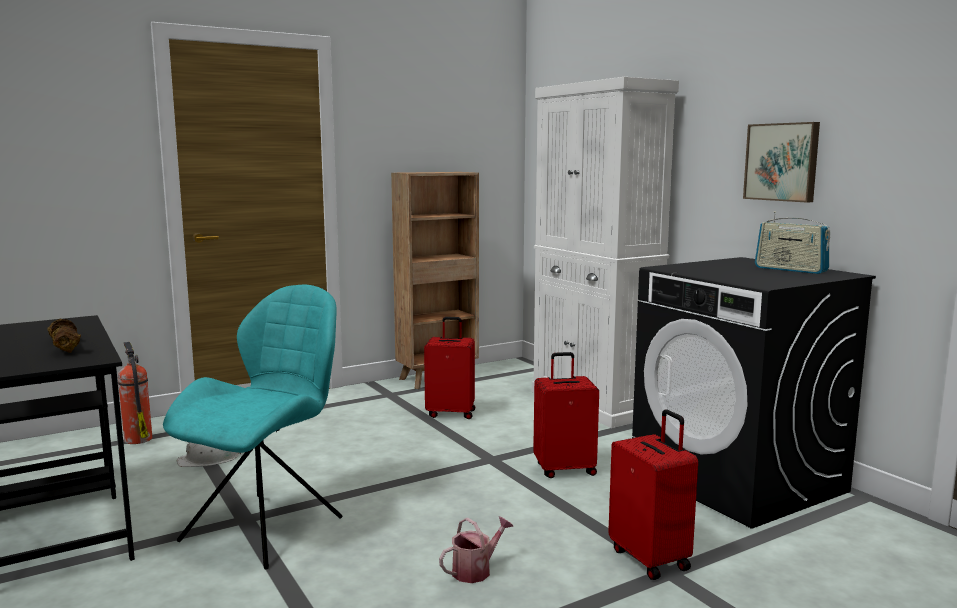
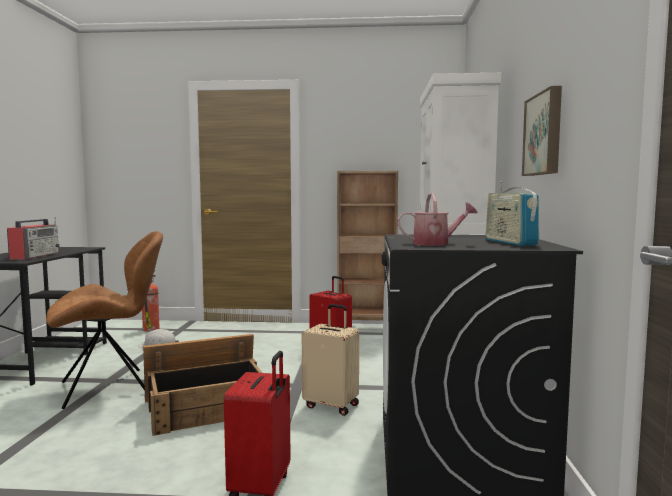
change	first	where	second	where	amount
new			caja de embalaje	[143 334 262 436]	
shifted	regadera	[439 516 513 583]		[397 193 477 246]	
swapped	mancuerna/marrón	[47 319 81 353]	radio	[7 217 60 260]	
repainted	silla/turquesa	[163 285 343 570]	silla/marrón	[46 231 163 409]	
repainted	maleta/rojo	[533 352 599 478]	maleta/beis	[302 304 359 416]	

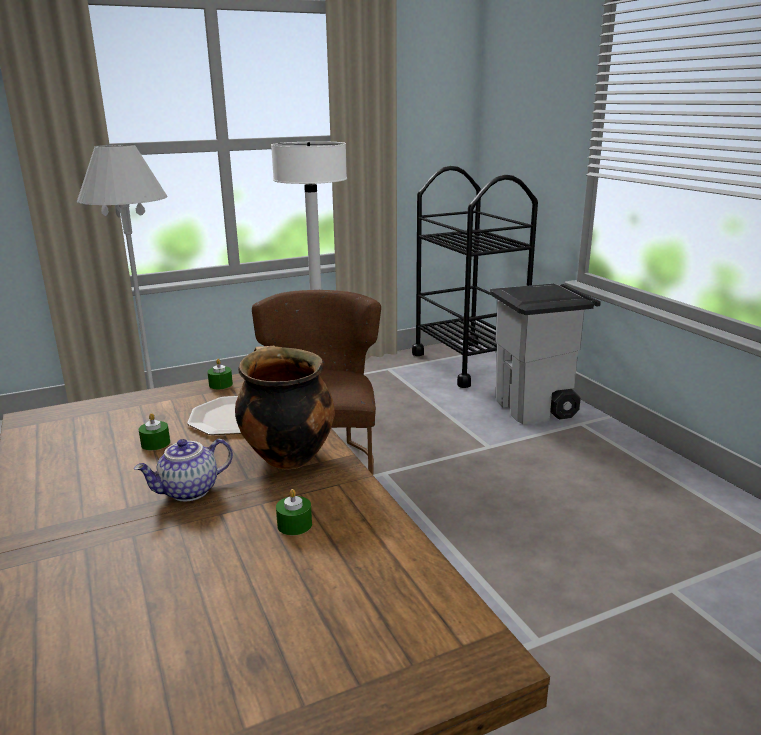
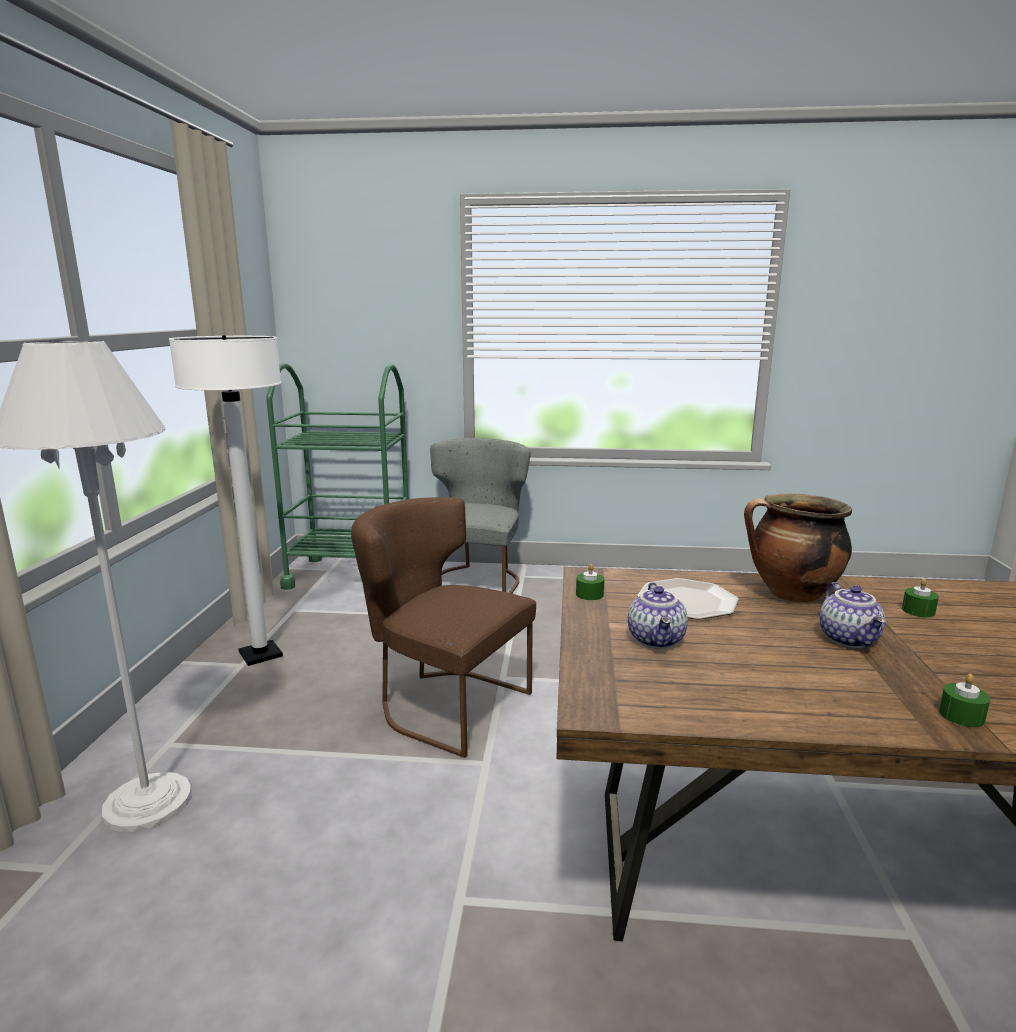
change	first	where	second	where	amount
new			tetera	[628 582 688 649]	
shifted	vela/verde	[139 413 170 450]		[939 674 990 727]	
swapped	papelera/gris	[490 284 601 424]	silla/gris	[430 438 531 594]	
repainted	carrito/negro	[412 166 538 388]	carrito/verde	[266 363 408 590]	

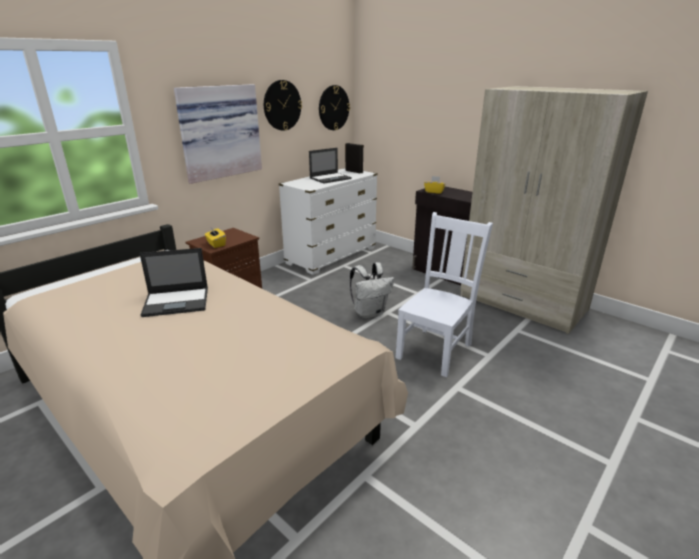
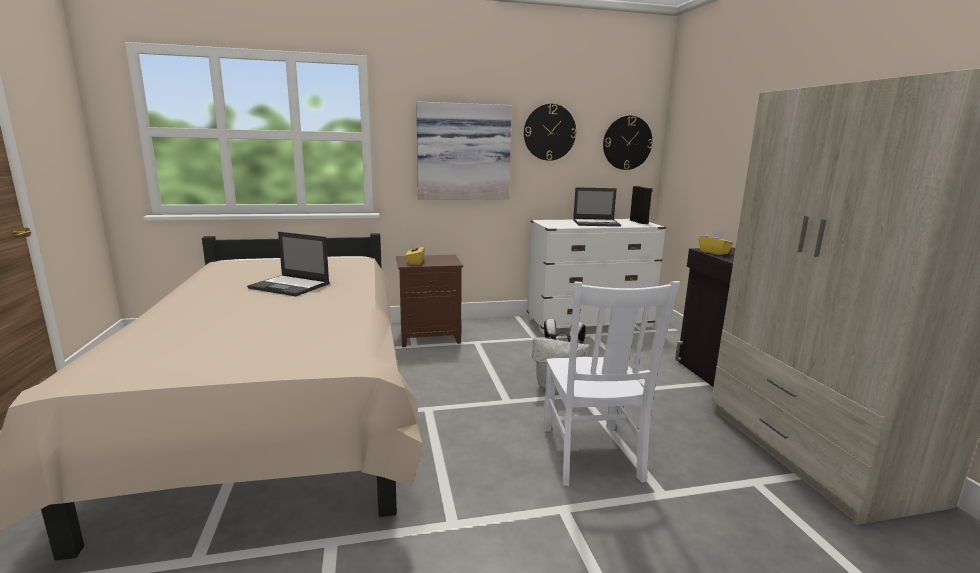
change	first	where	second	where	amount
rotated	silla/blanco	[395 212 493 377]		[542 281 680 486]	105 degrees clockwise

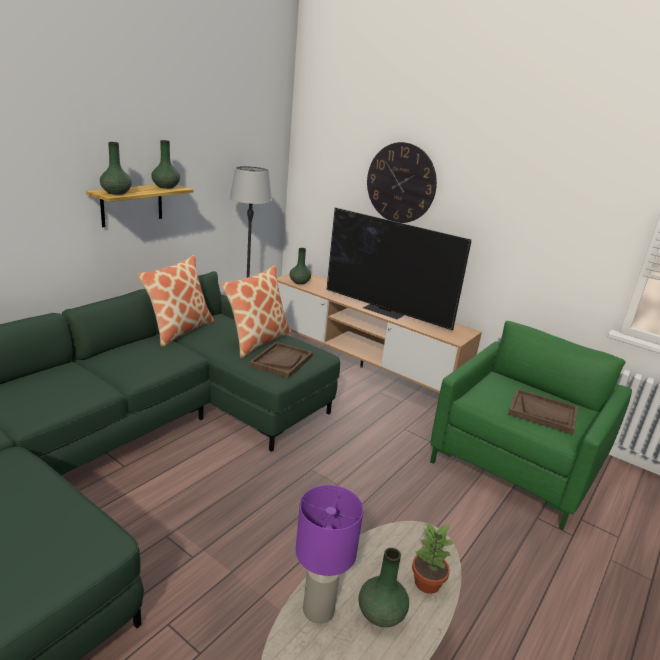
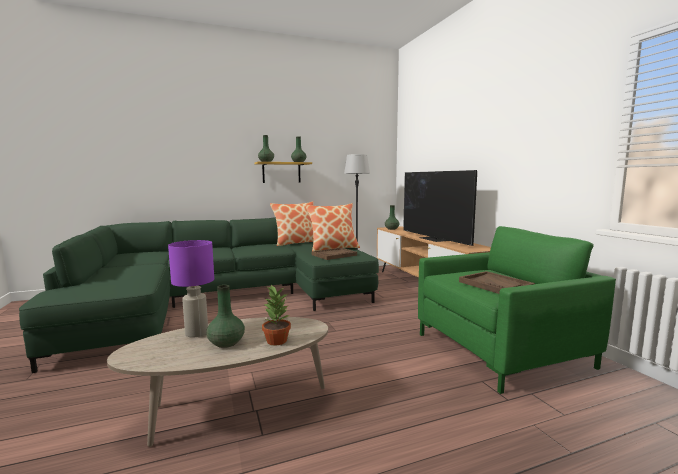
change	first	where	second	where	amount
gone	reloj de pared	[367 142 437 223]			

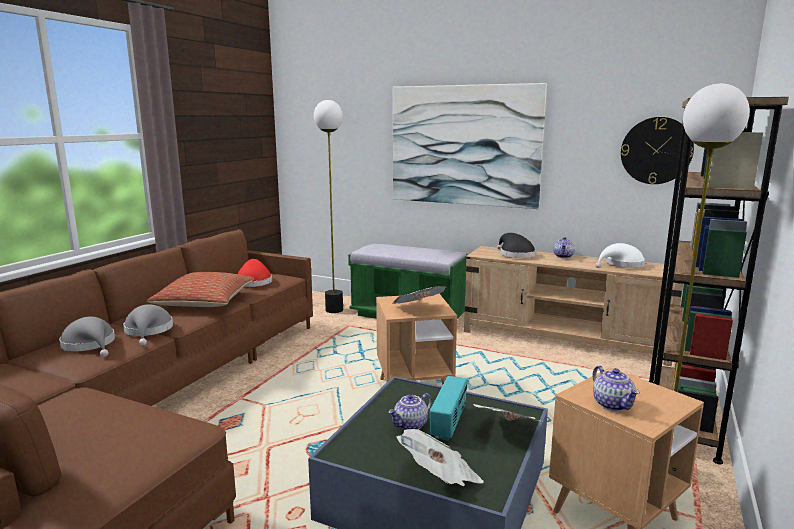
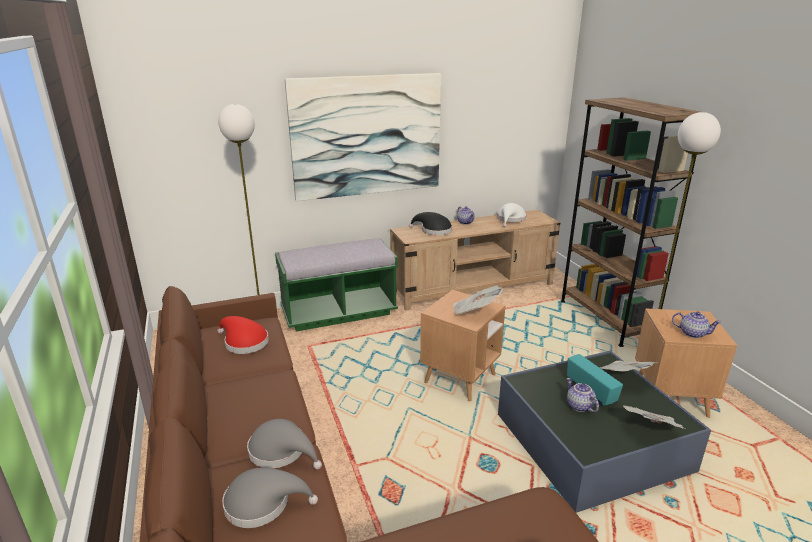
change	first	where	second	where	amount
gone	cojín	[147 272 254 307]			
gone	reloj de pared	[621 117 694 184]			
rotated	tetera	[388 393 432 430]		[567 378 599 413]	150 degrees clockwise

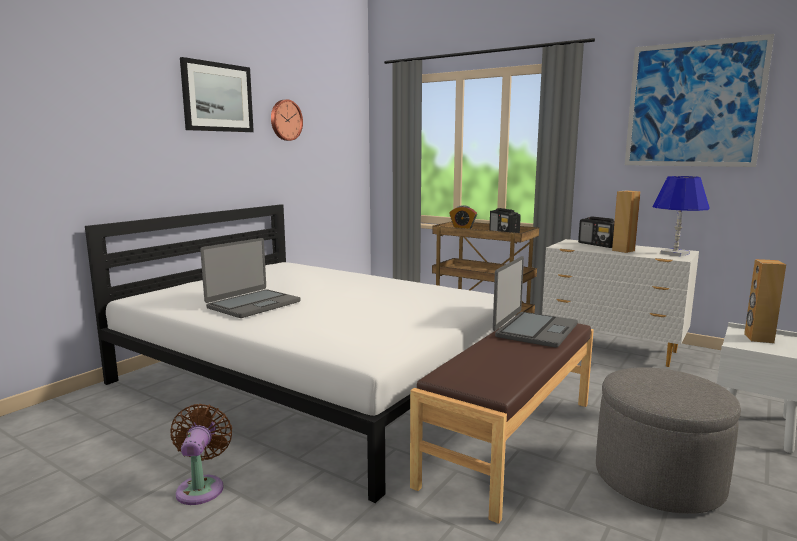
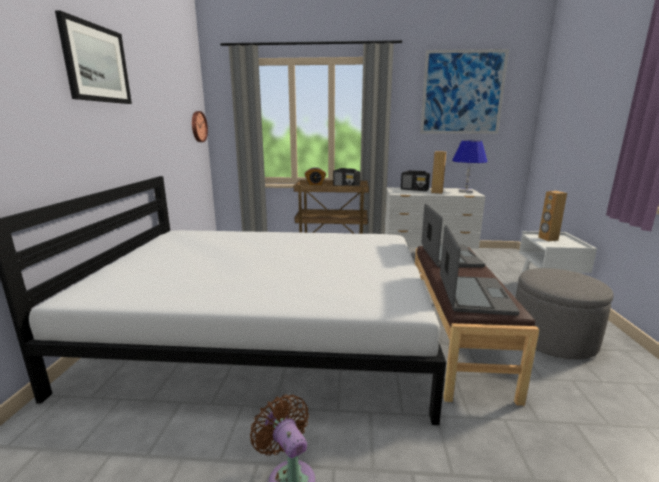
change	first	where	second	where	amount
shifted	portátil	[200 238 301 318]		[440 225 520 316]	
shifted	reloj de pared	[271 100 303 141]		[192 111 208 142]	

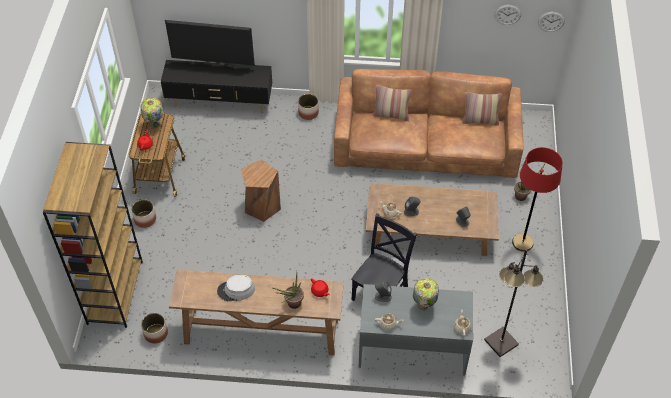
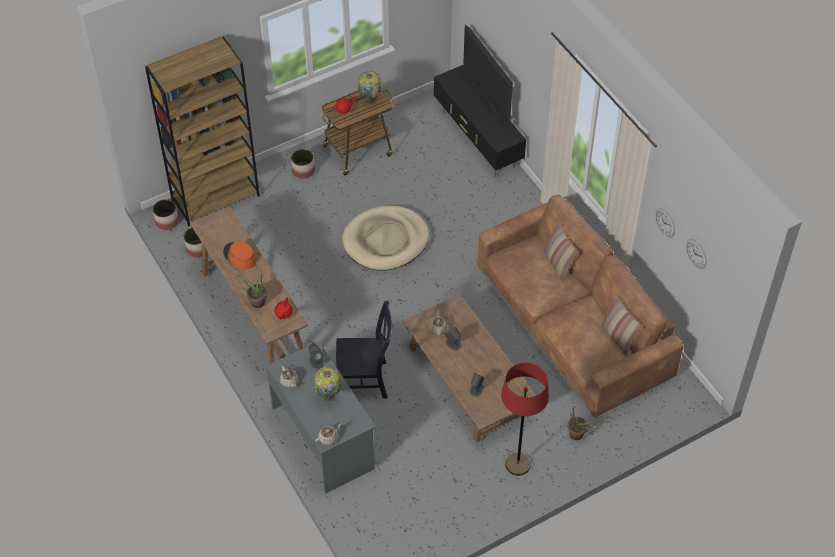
change	first	where	second	where	amount
gone	lámpara de pie/negro	[484 249 544 357]			
shifted	maceta	[298 94 319 120]		[153 200 179 230]	
shifted	reloj de pared	[538 12 565 32]		[655 208 675 238]	
swapped	taburete/marrón	[241 160 281 222]	cama para perro/beis	[342 205 429 271]	
repainted	sombrero/gris	[217 274 255 301]	sombrero/naranja	[223 241 256 270]	

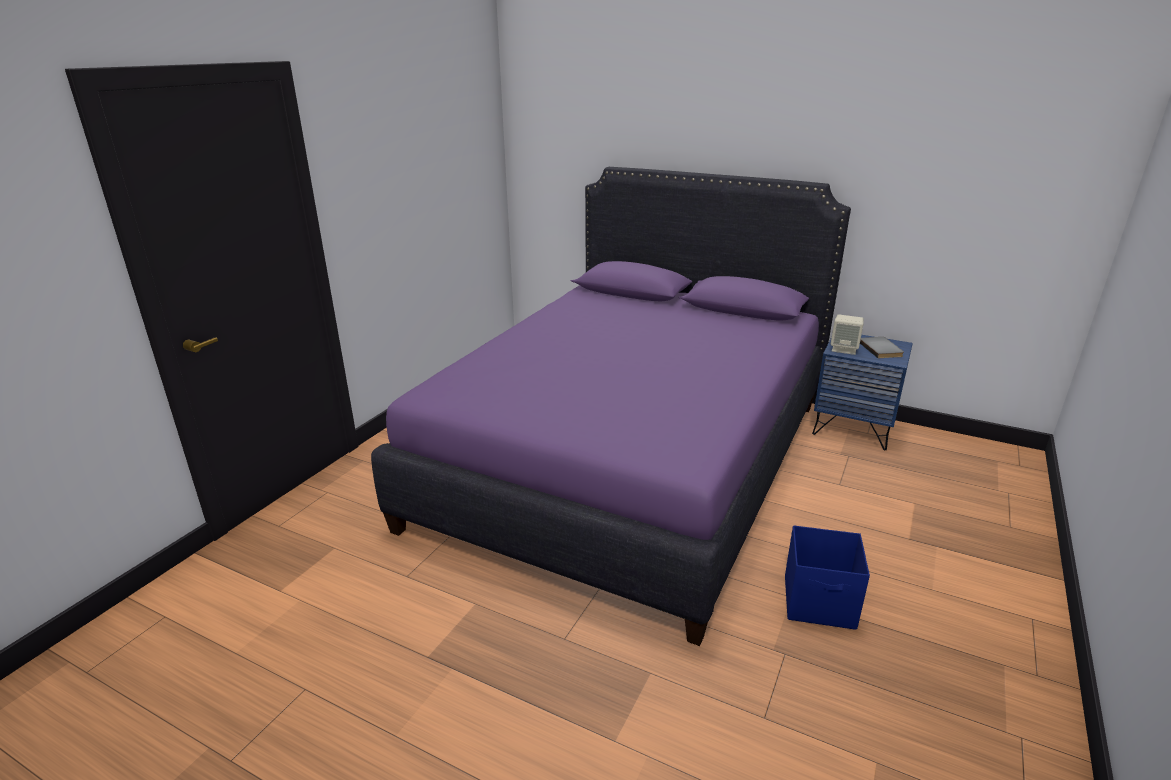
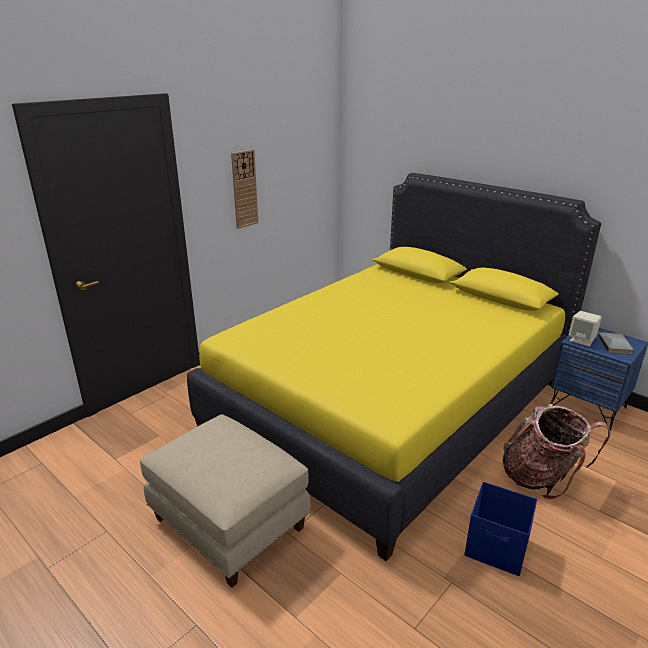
change	first	where	second	where	amount
new			puf/beis	[140 414 311 588]	
new			reloj de pared	[231 149 258 229]	
new			mochila	[503 404 610 499]	
repainted	cama/morado	[371 167 851 646]	cama/amarillo	[187 173 601 561]	

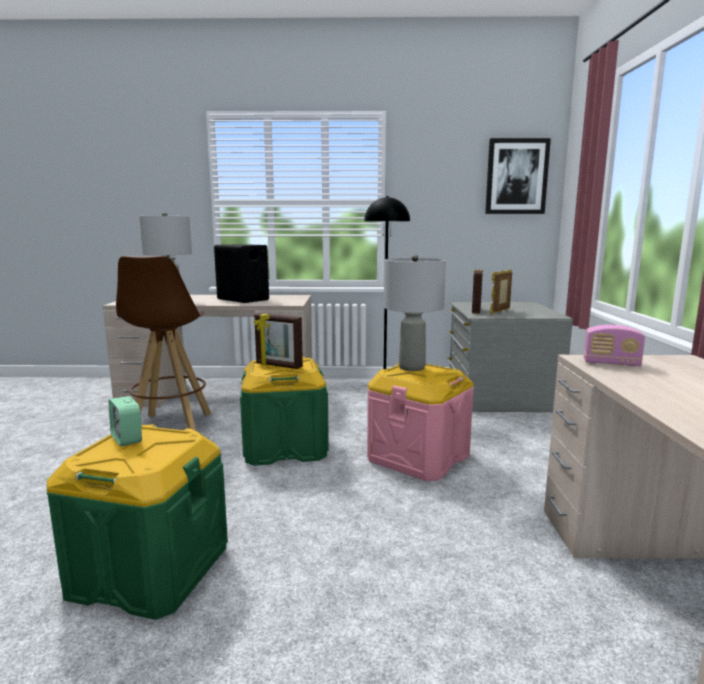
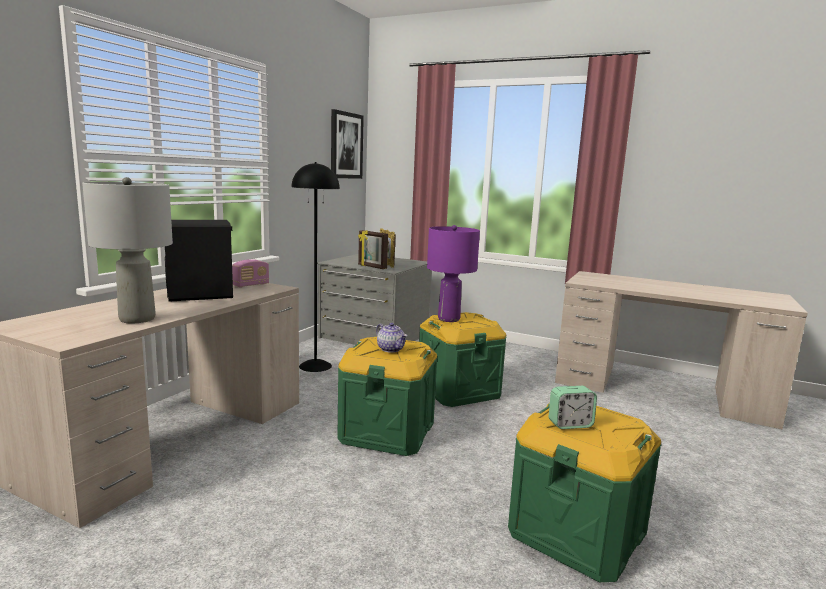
change	first	where	second	where	amount
gone	taburete/marrón	[116 255 211 431]			
shifted	radio	[584 325 645 367]		[232 259 269 287]	
swapped	portarretratos	[254 313 303 369]	tetera	[376 323 407 352]	
repainted	caja de almacenaje/rosa	[367 363 474 481]	caja de almacenaje/verde	[419 312 507 407]	
repainted	lámpara de mesa/gris	[384 255 446 371]	lámpara de mesa/morado	[427 225 480 322]	

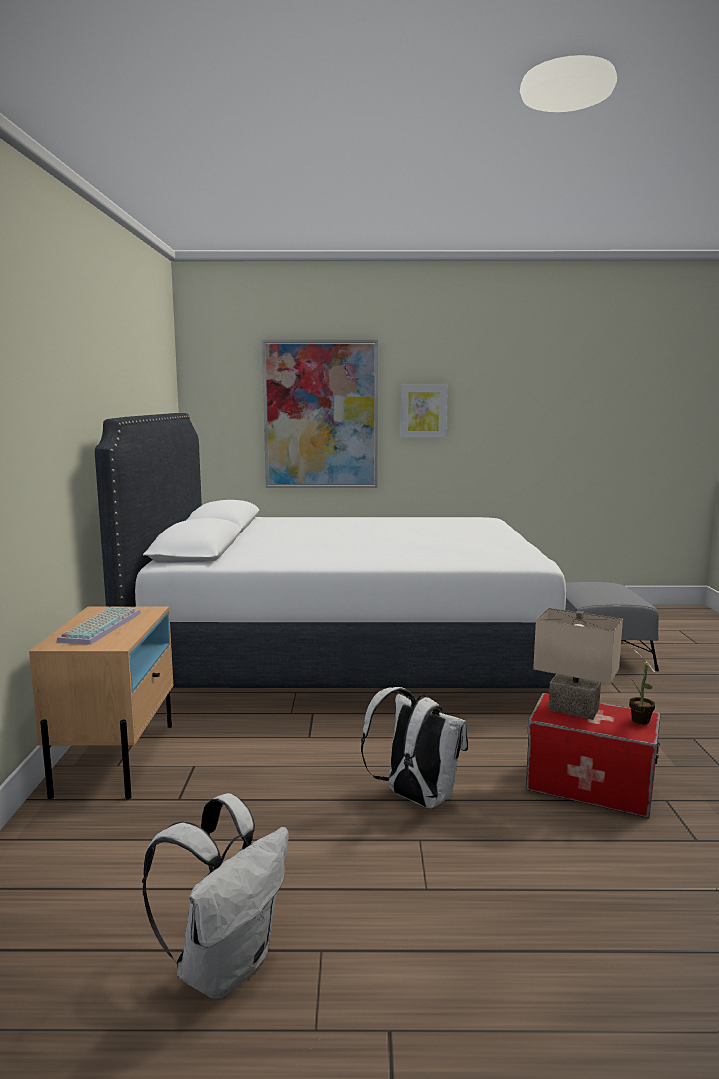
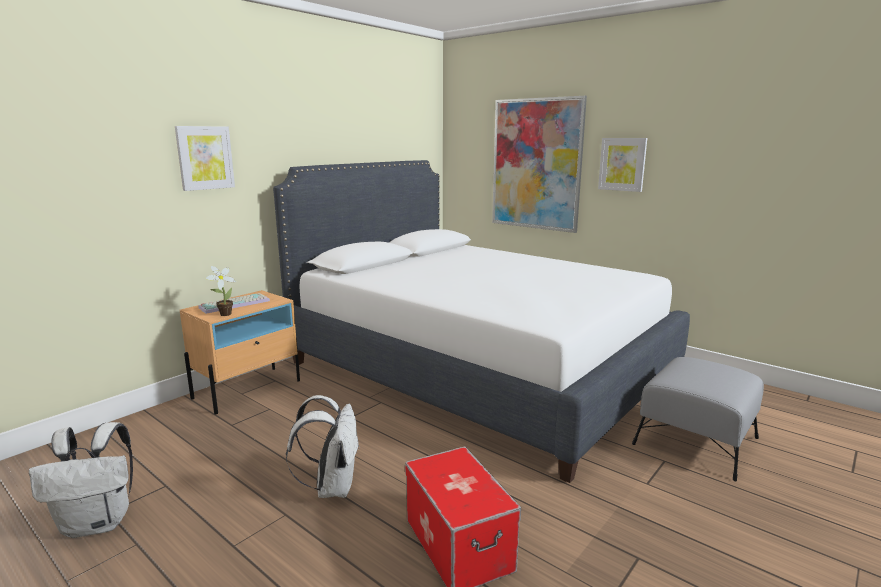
change	first	where	second	where	amount
gone	lámpara de mesa/beis	[533 608 623 720]			
new			cuadro	[175 126 235 191]	
shifted	planta en maceta	[629 648 659 724]		[205 266 236 316]	

